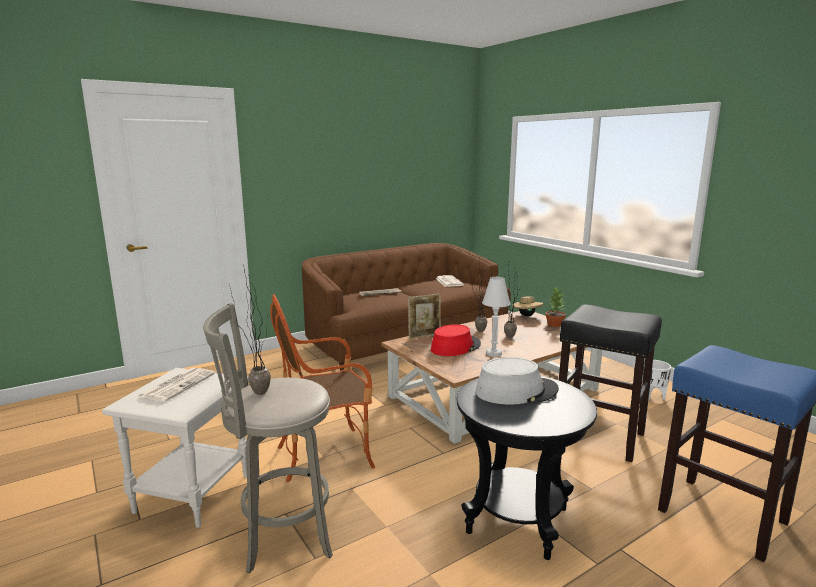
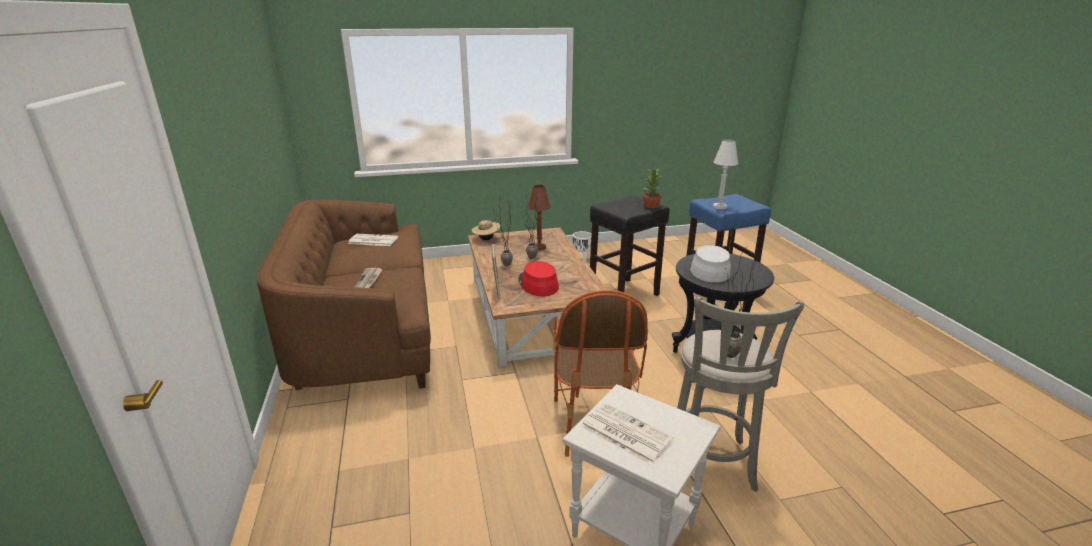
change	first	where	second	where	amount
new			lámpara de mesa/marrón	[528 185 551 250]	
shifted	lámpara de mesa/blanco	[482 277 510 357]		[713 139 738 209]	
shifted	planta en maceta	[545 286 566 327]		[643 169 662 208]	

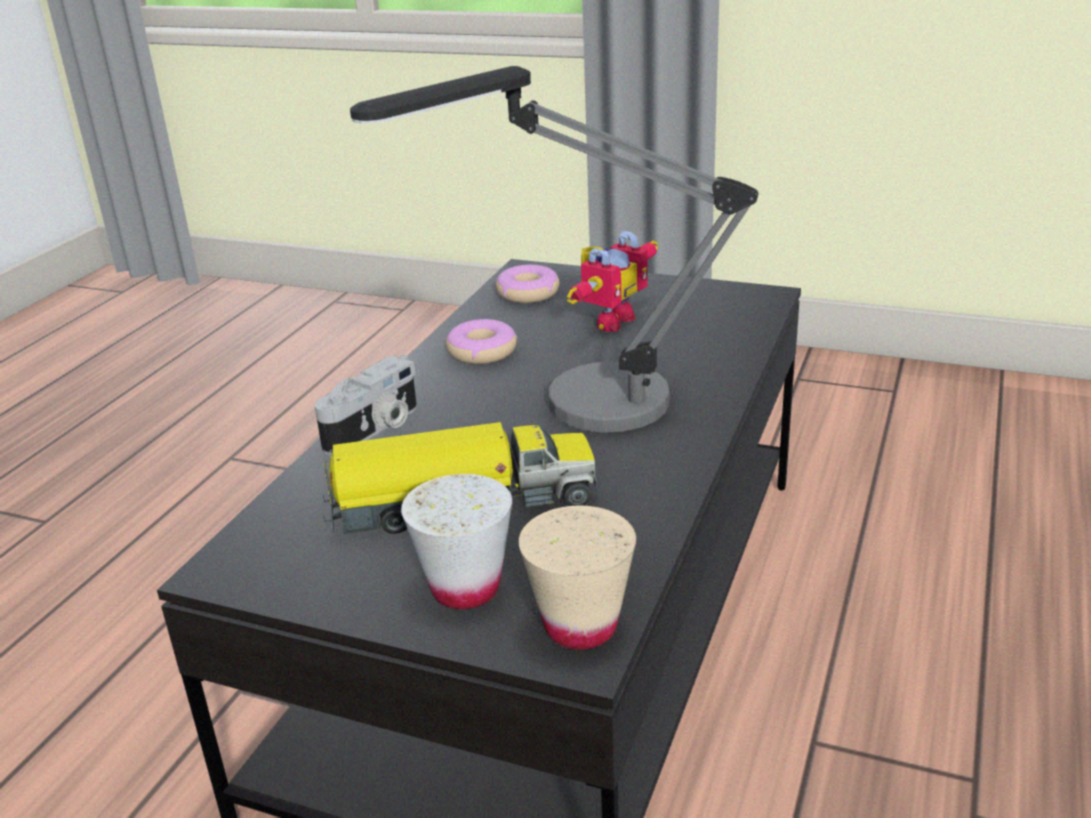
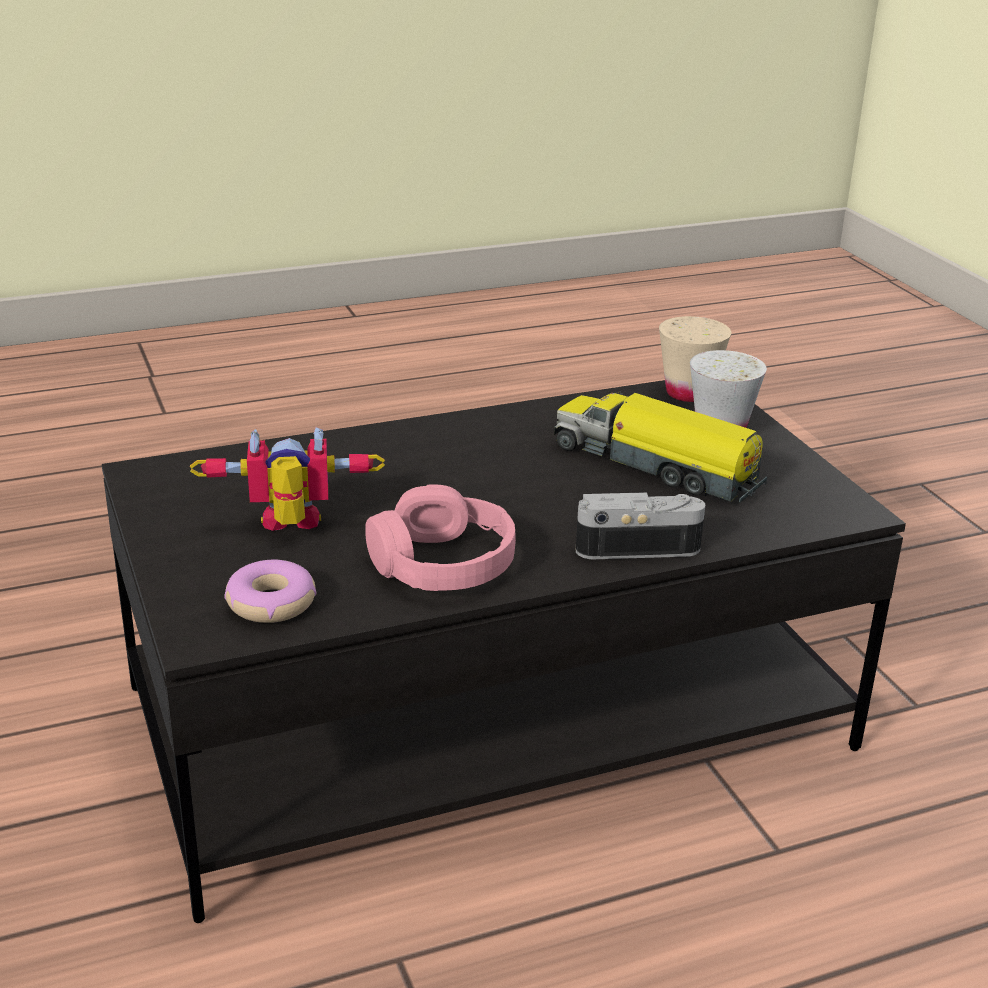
change	first	where	second	where	amount
gone	lámpara de mesa	[350 66 759 433]			
swapped	rosquilla	[446 319 517 364]	auriculares/rosa	[365 485 516 591]	

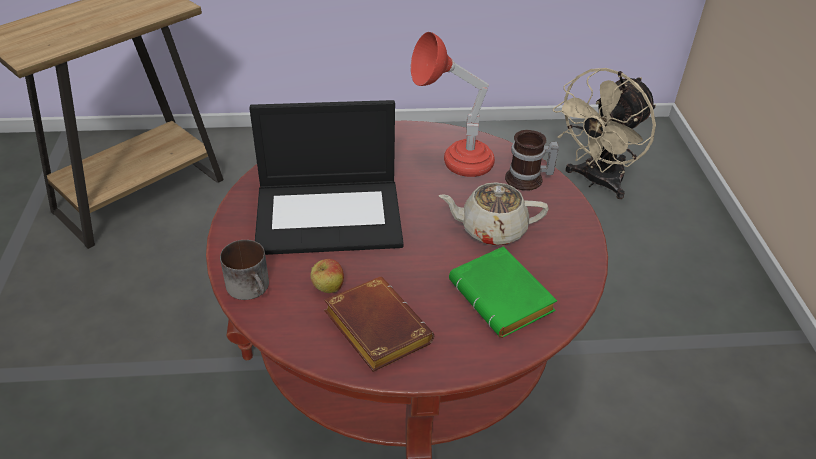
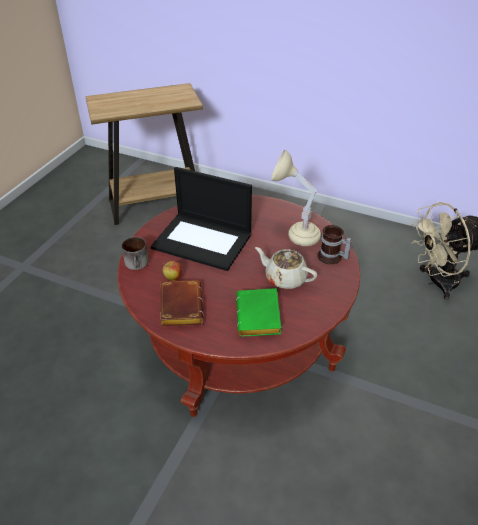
change	first	where	second	where	amount
repainted	lámpara de mesa/rojo	[411 32 495 177]	lámpara de mesa/beis	[271 150 321 246]	

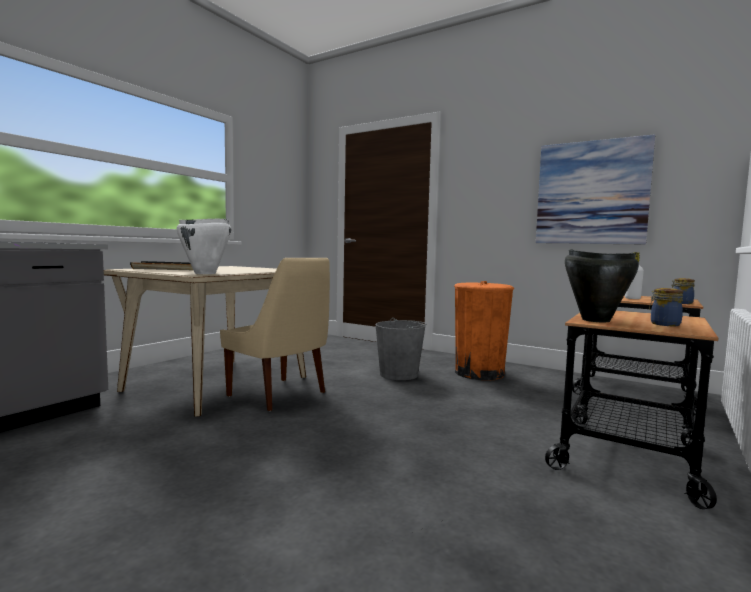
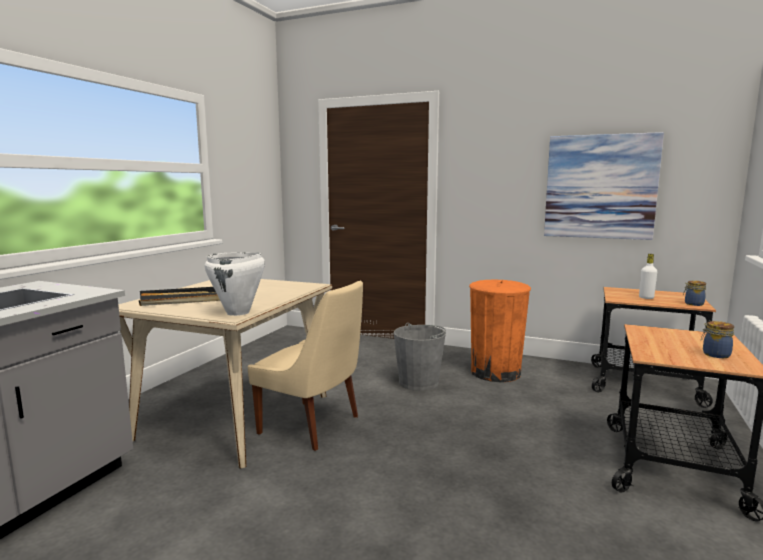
change	first	where	second	where	amount
gone	olla/negro	[565 249 639 322]			

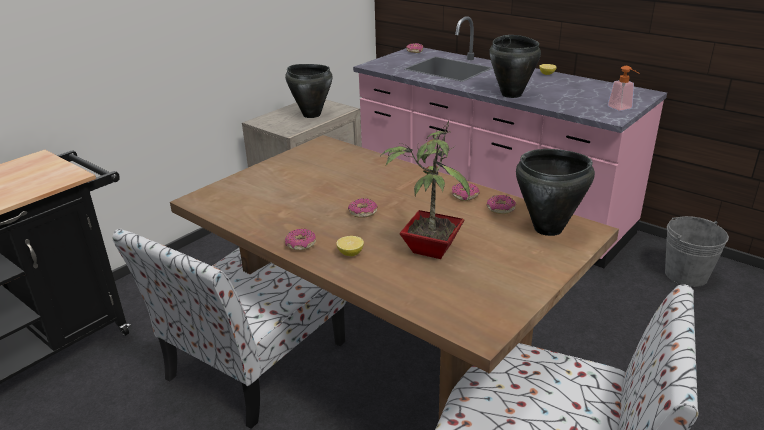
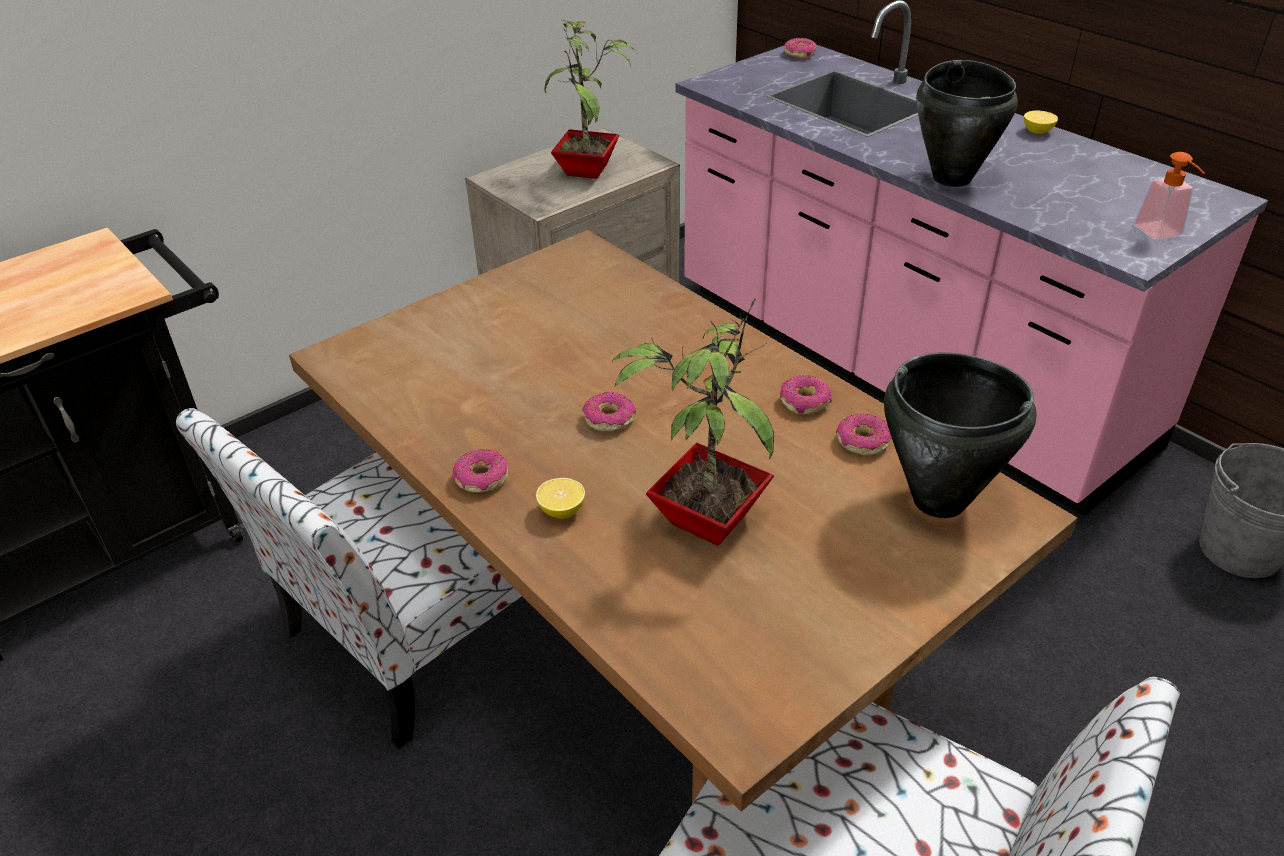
change	first	where	second	where	amount
swapped	olla/negro	[285 64 333 118]	planta en maceta	[544 20 636 179]	

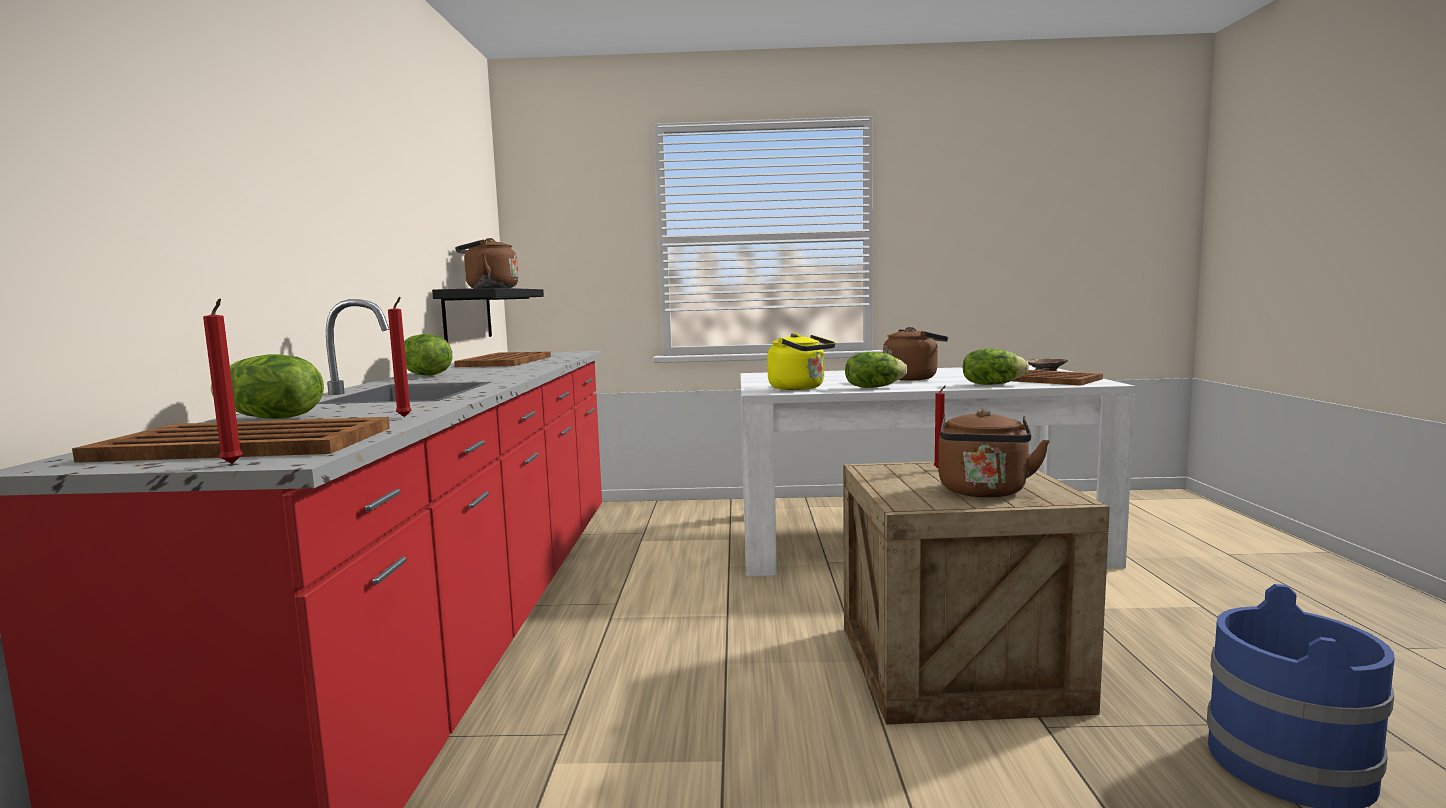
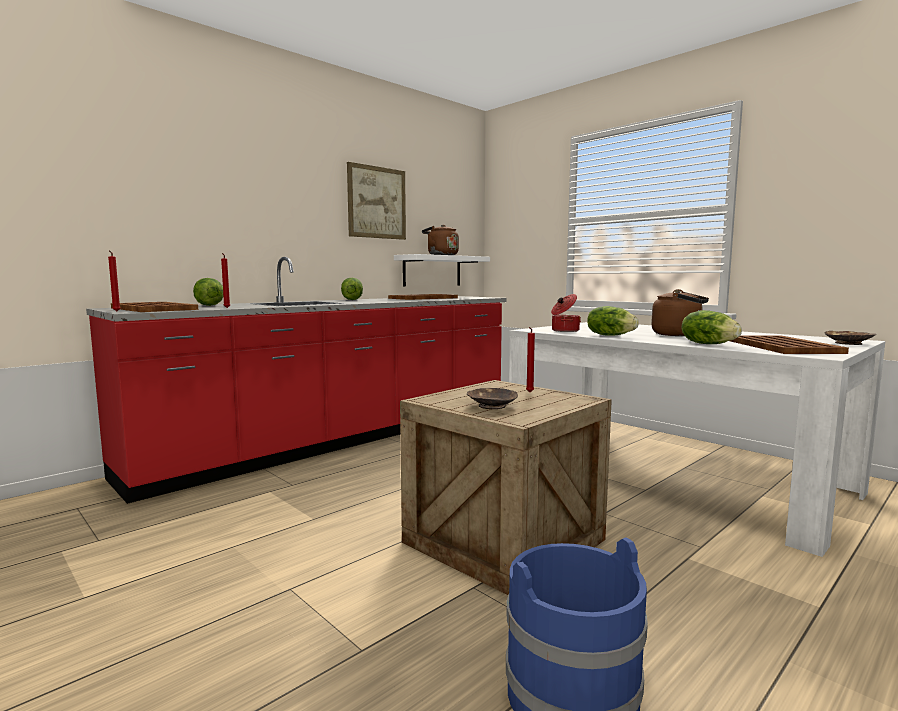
change	first	where	second	where	amount
new			cuadro	[347 162 406 240]	
swapped	hervidor/amarillo	[767 333 835 390]	olla	[551 294 581 332]	
swapped	hervidor/marrón	[938 409 1050 498]	cuenco/marrón	[467 388 518 409]	
repainted	estante/negro	[432 288 544 342]	estante/blanco	[394 254 490 287]	

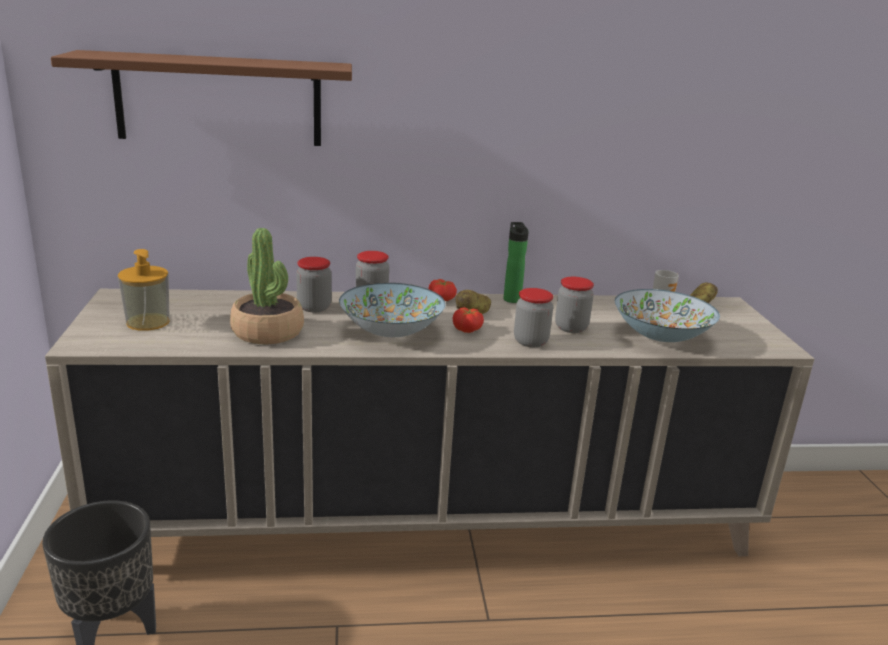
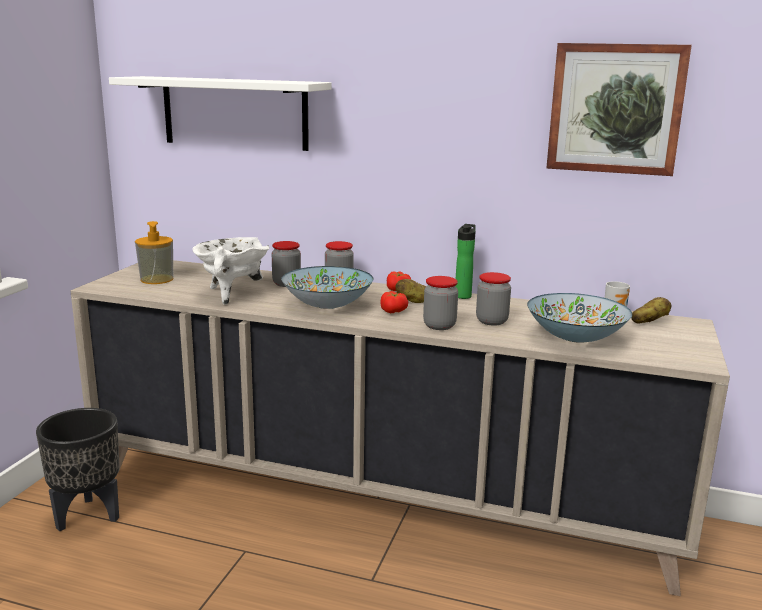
change	first	where	second	where	amount
new			cuadro	[546 43 692 176]	
swapped	planta en maceta	[230 228 304 344]	olla/blanco	[192 237 270 305]	
repainted	estante/marrón	[51 50 352 146]	estante/blanco	[109 76 332 151]	

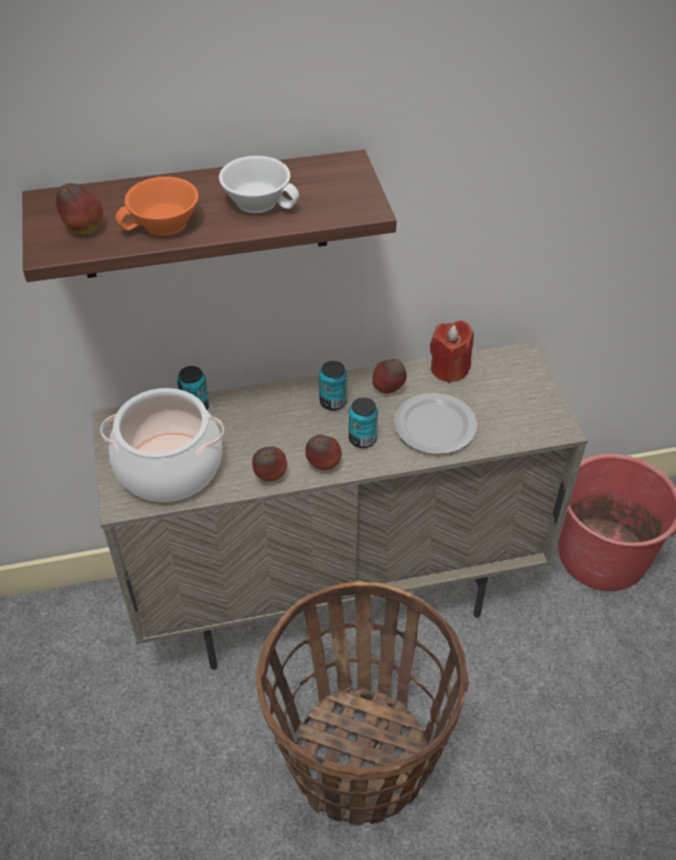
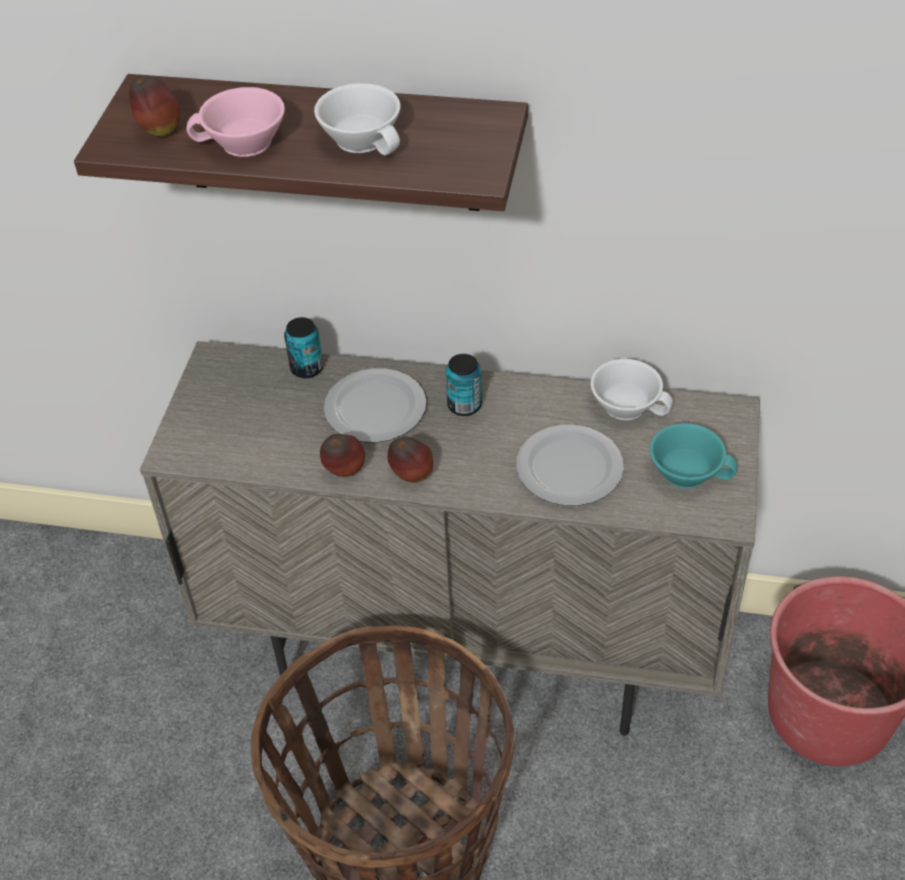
change	first	where	second	where	amount
gone	olla	[100 388 224 502]			
gone	lata	[349 398 378 448]			
gone	manzana	[372 359 407 394]			
new			plato	[324 368 426 443]	
new			taza/turquesa	[650 423 737 488]	
swapped	vela/rojo	[430 321 474 383]	taza/blanco	[590 359 673 420]	
repainted	taza/naranja	[115 177 199 236]	taza/rosa	[187 87 285 157]	

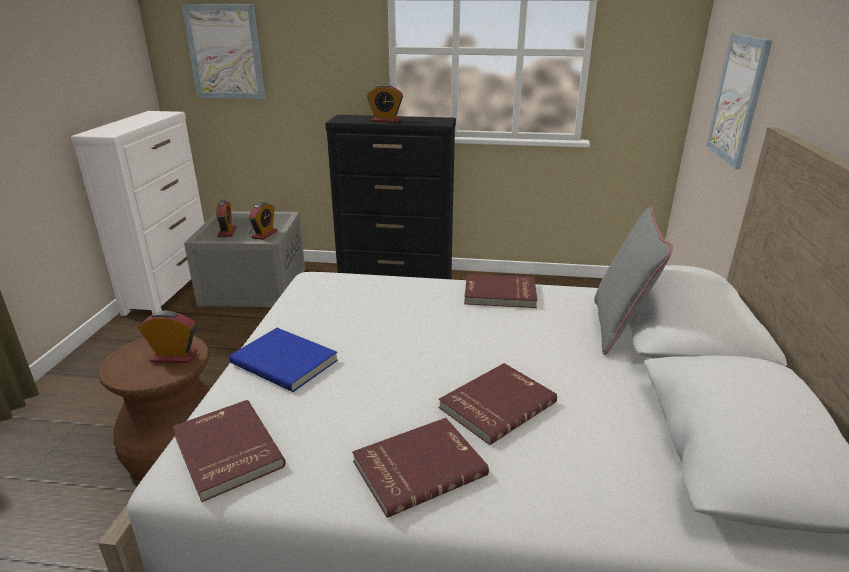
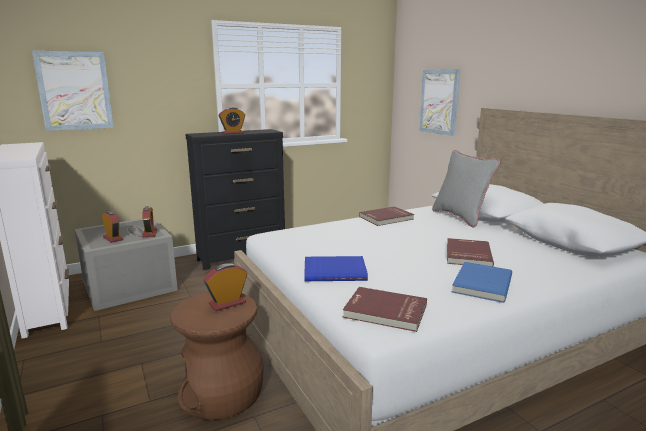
change	first	where	second	where	amount
repainted	libro/rojo	[352 418 489 518]	libro/azul	[452 262 512 303]	

